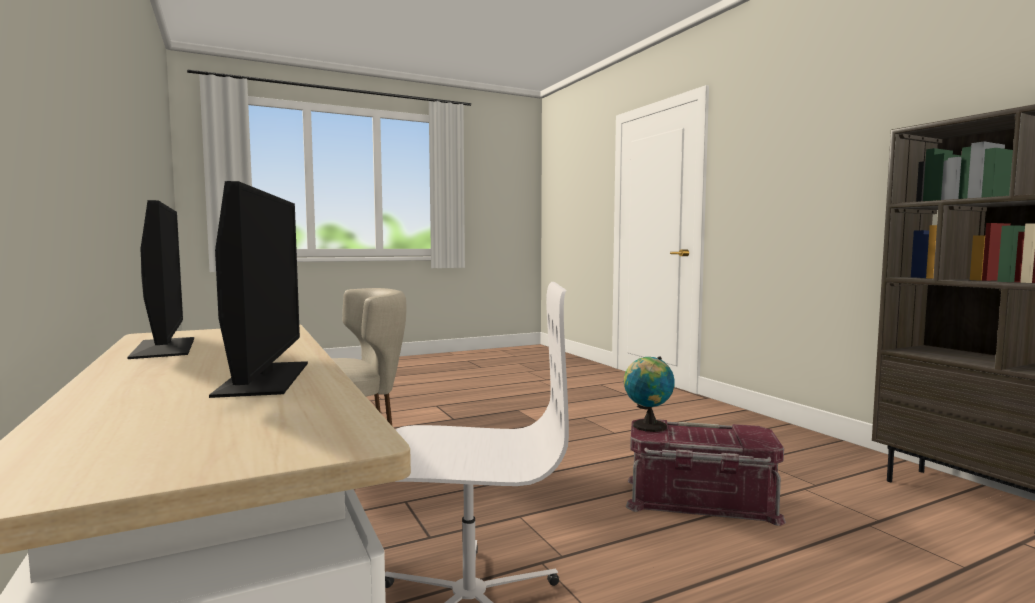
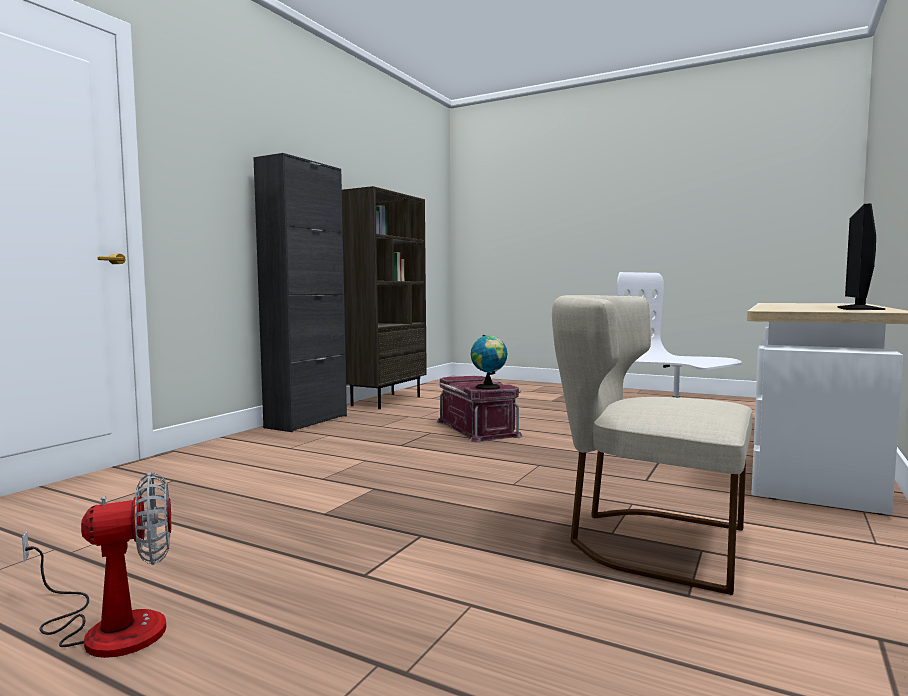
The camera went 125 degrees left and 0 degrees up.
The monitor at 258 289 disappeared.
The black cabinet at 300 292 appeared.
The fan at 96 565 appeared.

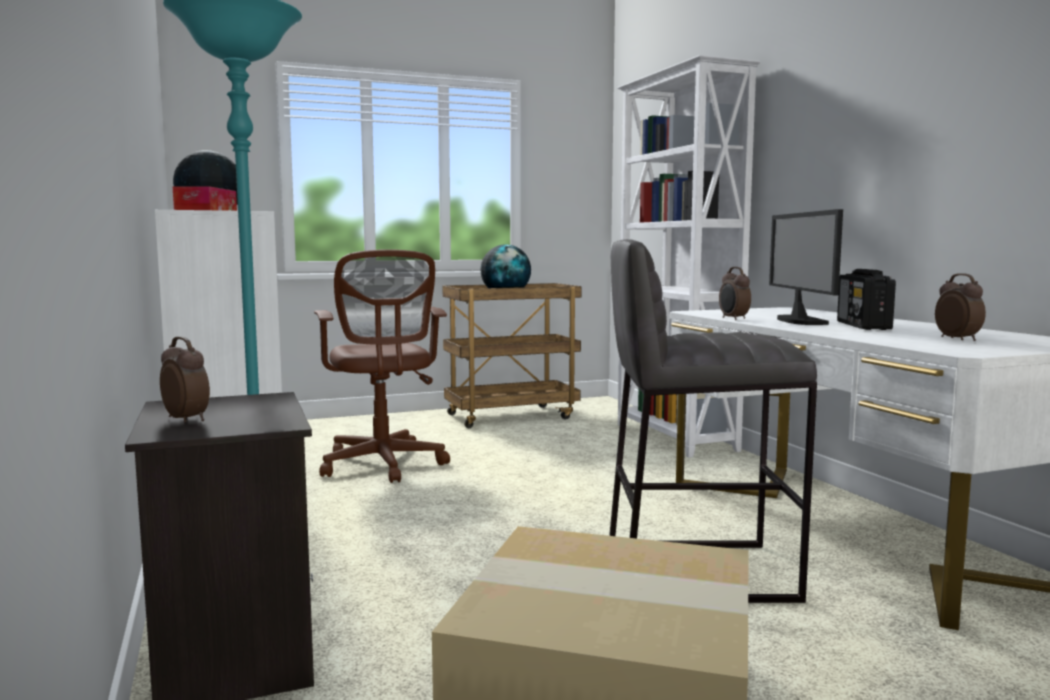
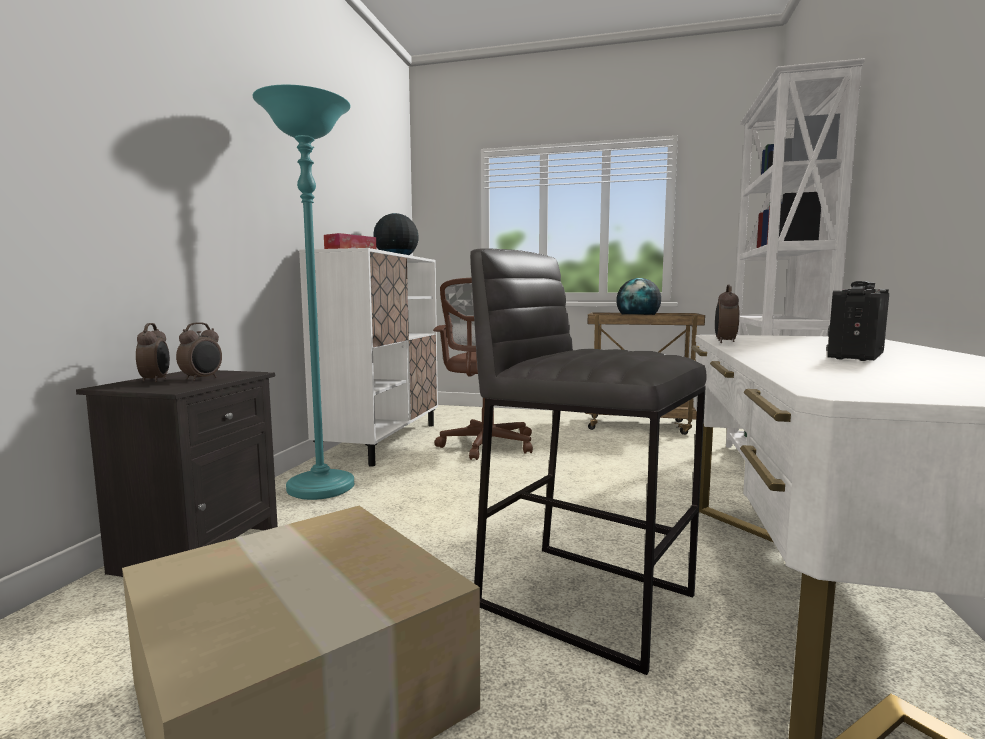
The camera went 35 degrees right and 0 degrees up.
The monitor at 806 267 disappeared.
The alarm clock moved from 960 307 to 199 351.

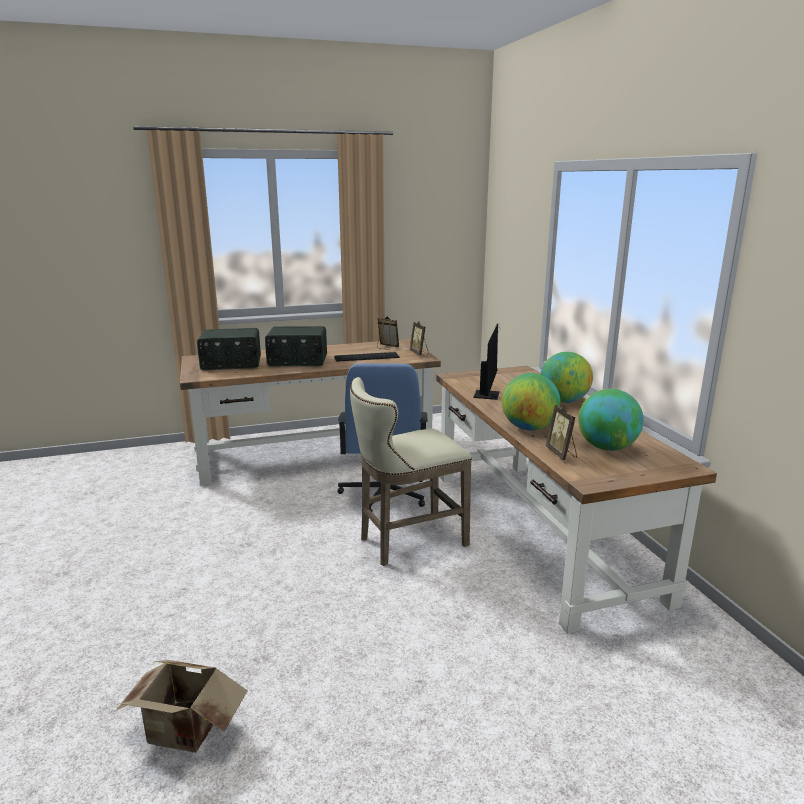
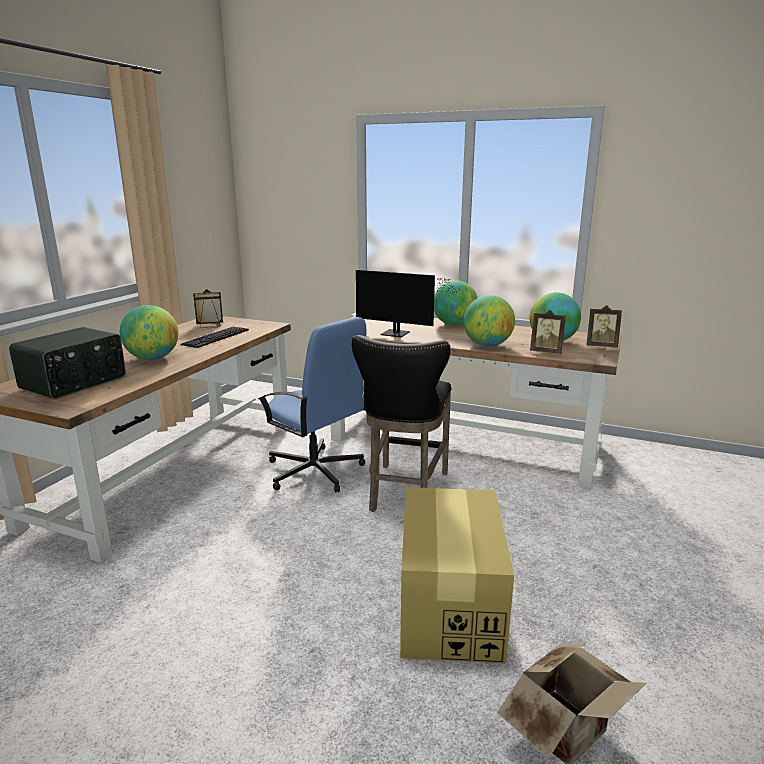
The camera went 50 degrees left and 0 degrees up.
The picture frame moved from 419 338 to 604 326.
The monitor at 486 361 turned 150 degrees clockwise.
The radio at 296 346 was replaced by the globe at 149 332.
The beige stool at 411 471 became the black stool at 402 423.
The cardboard box at 457 575 appeared.

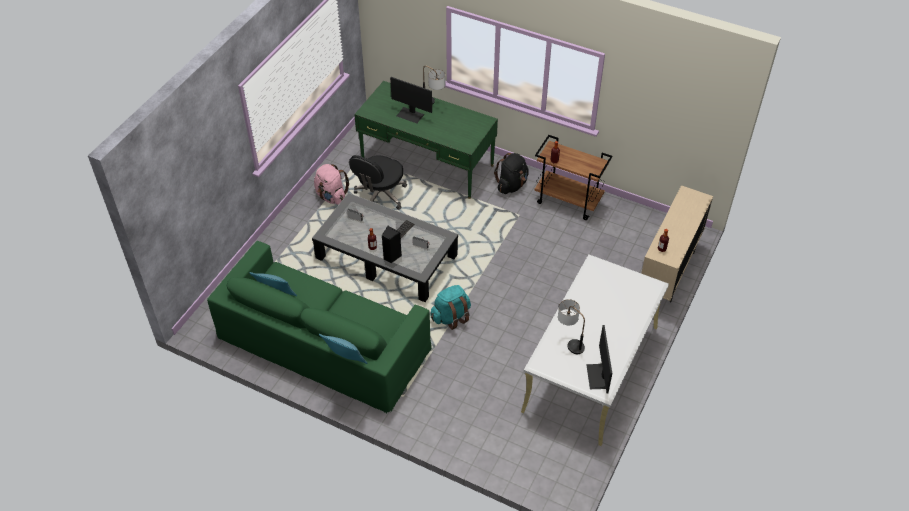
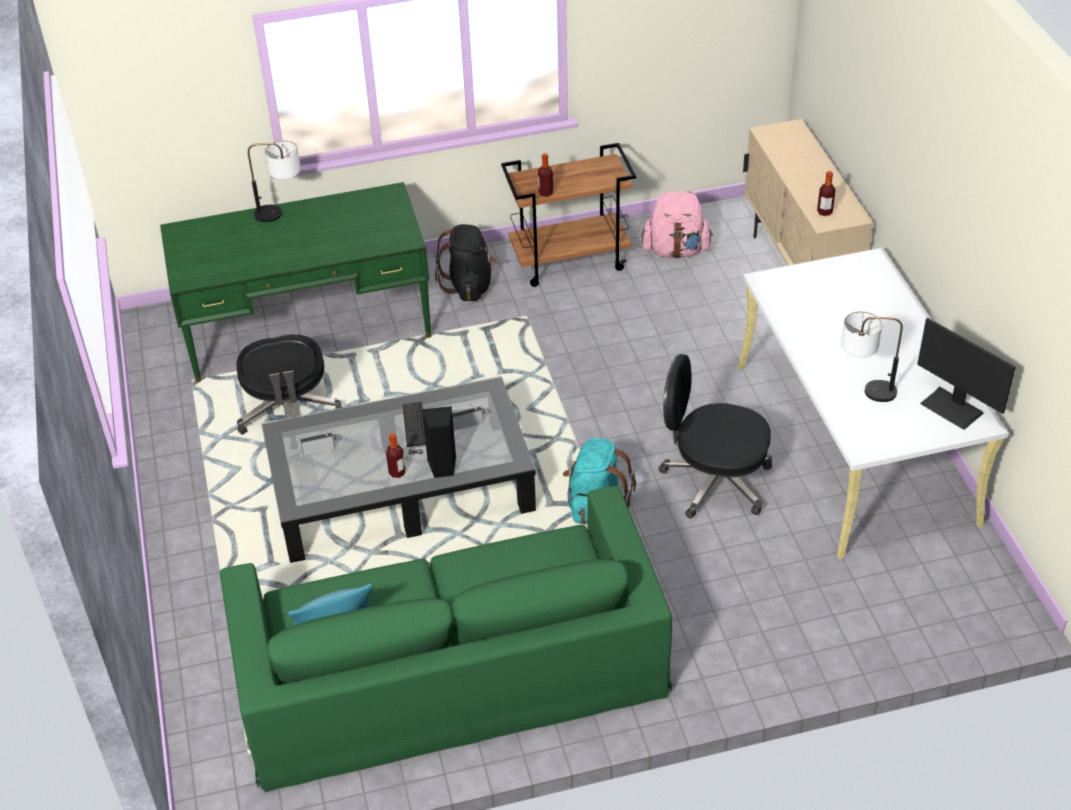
The camera went 40 degrees left and 5 degrees down.
The monitor at 411 100 disappeared.
The pink backpack moved from 331 184 to 677 225.
The turquoise pillow at 343 349 disappeared.
The black office chair at 715 436 appeared.

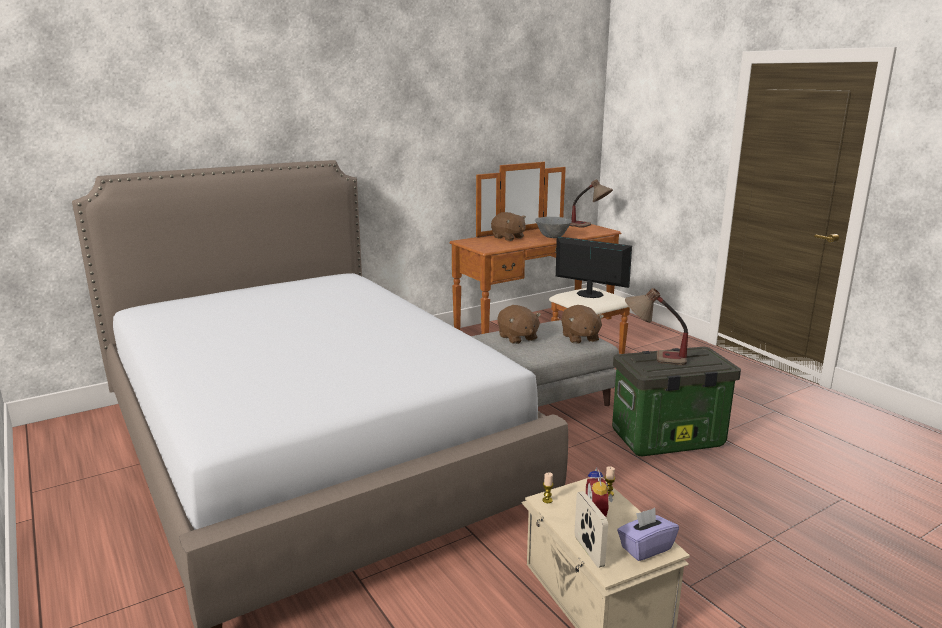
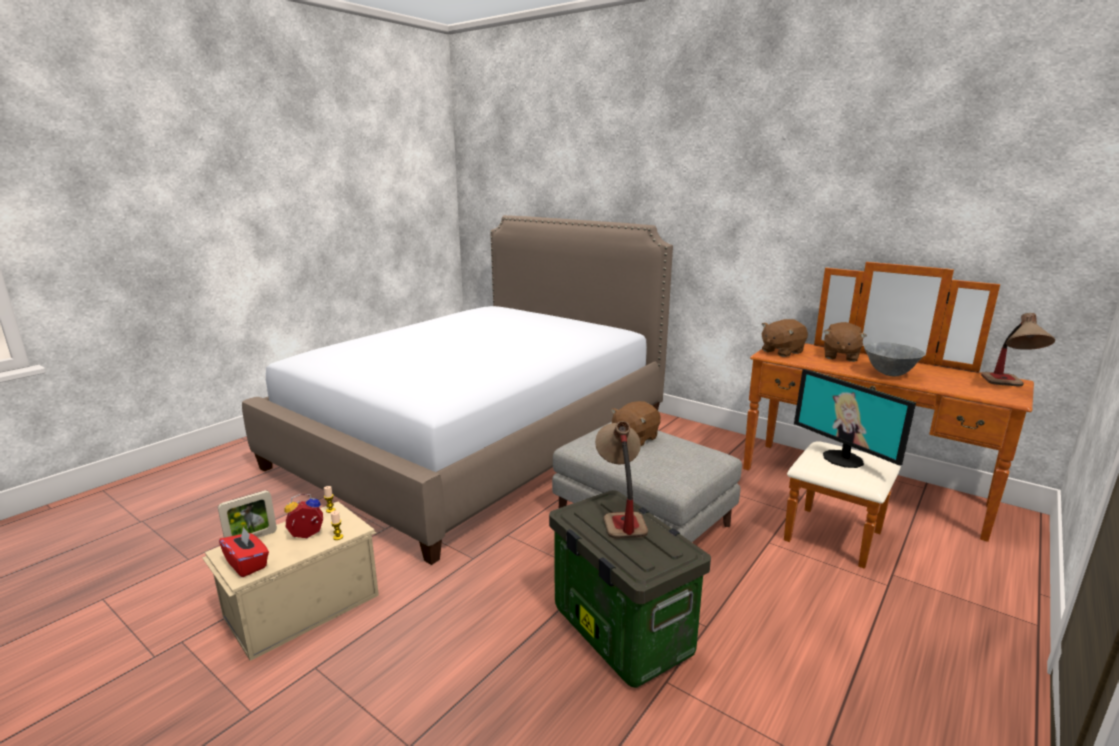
The camera went 70 degrees right and 0 degrees up.
The monitor at 594 267 turned 135 degrees clockwise.
The brown plush toy moved from 582 324 to 785 338.
The purple tissue box at 648 534 became the red tissue box at 244 551.

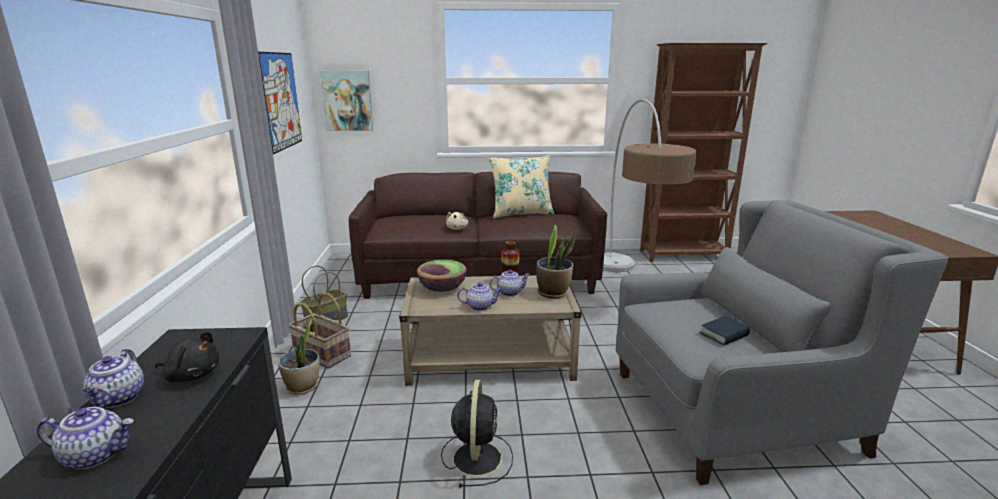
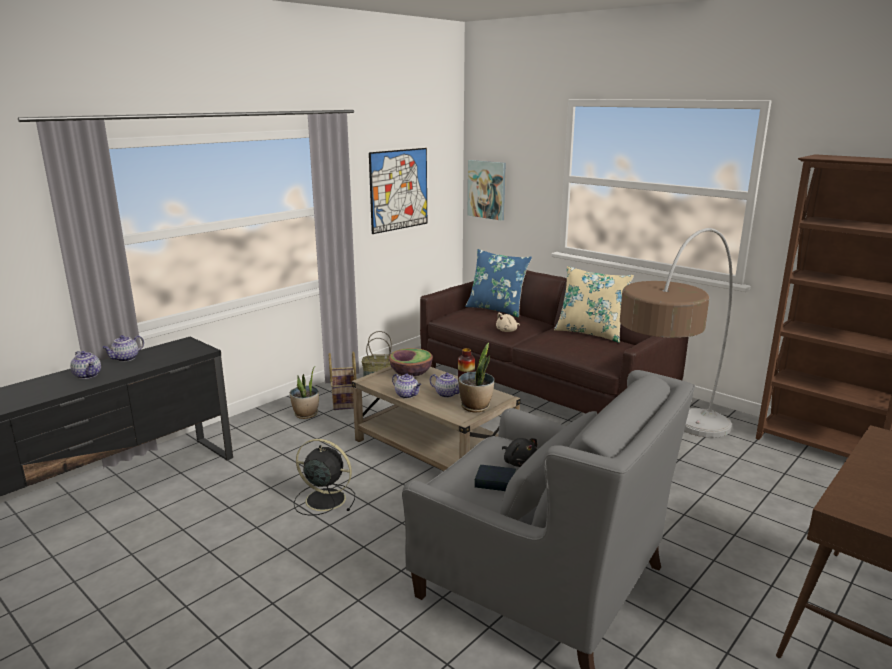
The camera went 45 degrees right and 0 degrees up.
The black plush toy moved from 187 356 to 519 452.
The black fan at 477 434 turned 120 degrees counterclockwise.
The blue pillow at 498 283 appeared.

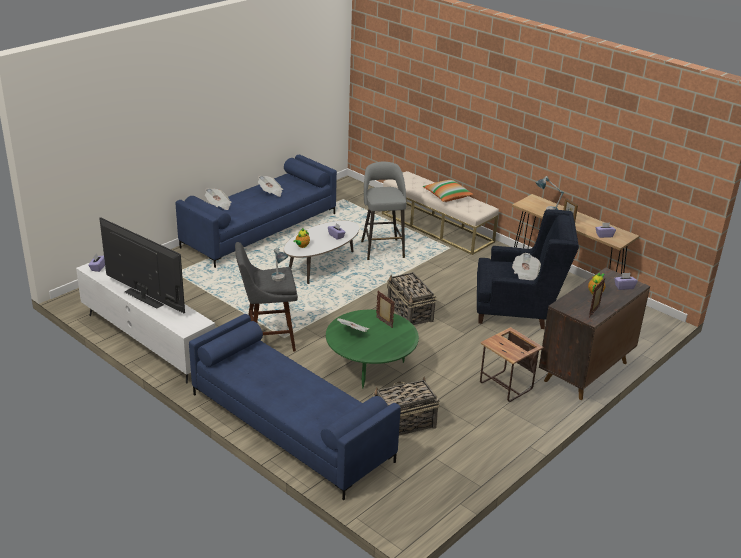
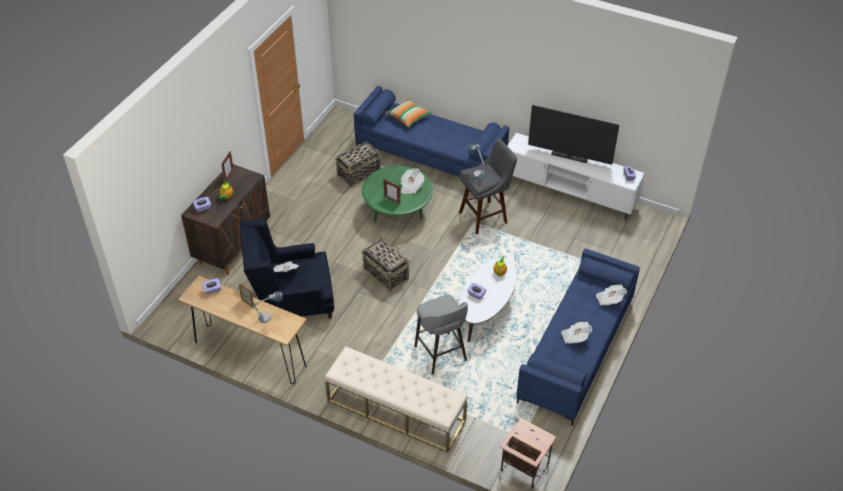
The camera went 165 degrees right and 15 degrees up.
The pillow moved from 448 191 to 408 113.
The side table moved from 511 364 to 528 453.

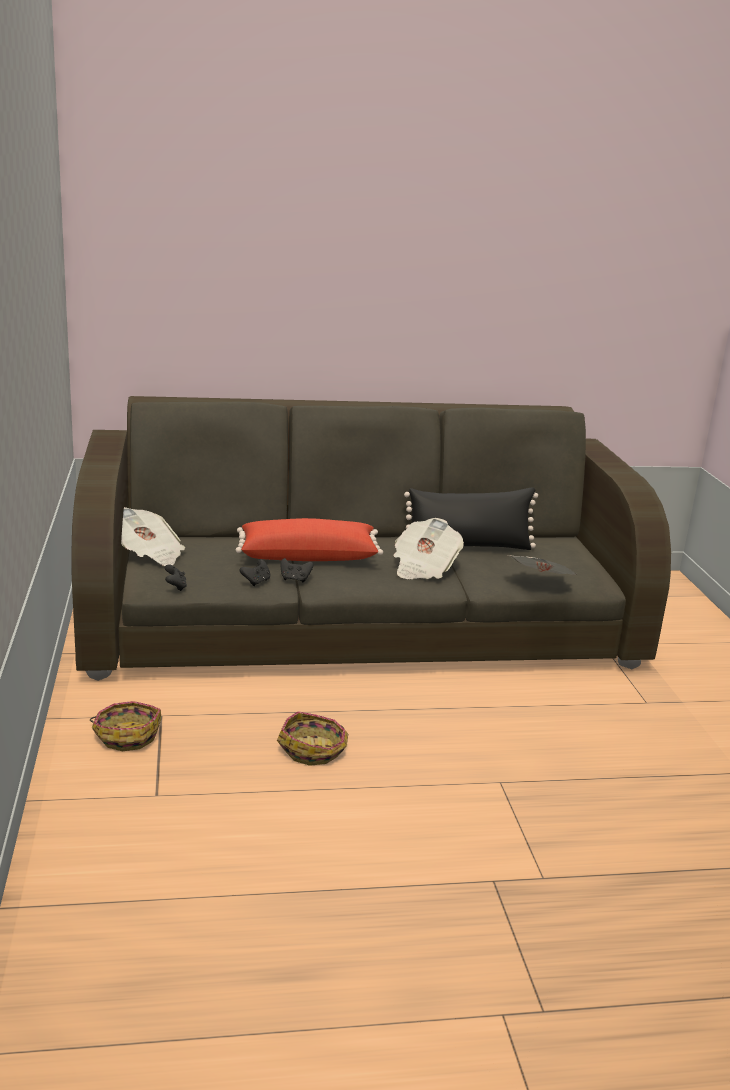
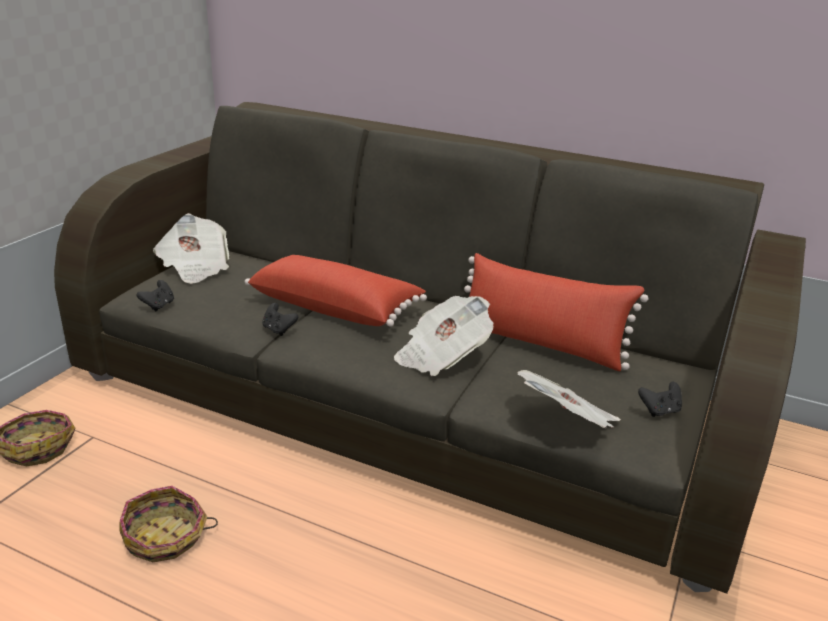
The camera went 35 degrees right and 5 degrees up.
The black pillow at 471 518 became the red pillow at 556 312.
The black game controller moved from 255 572 to 660 399.

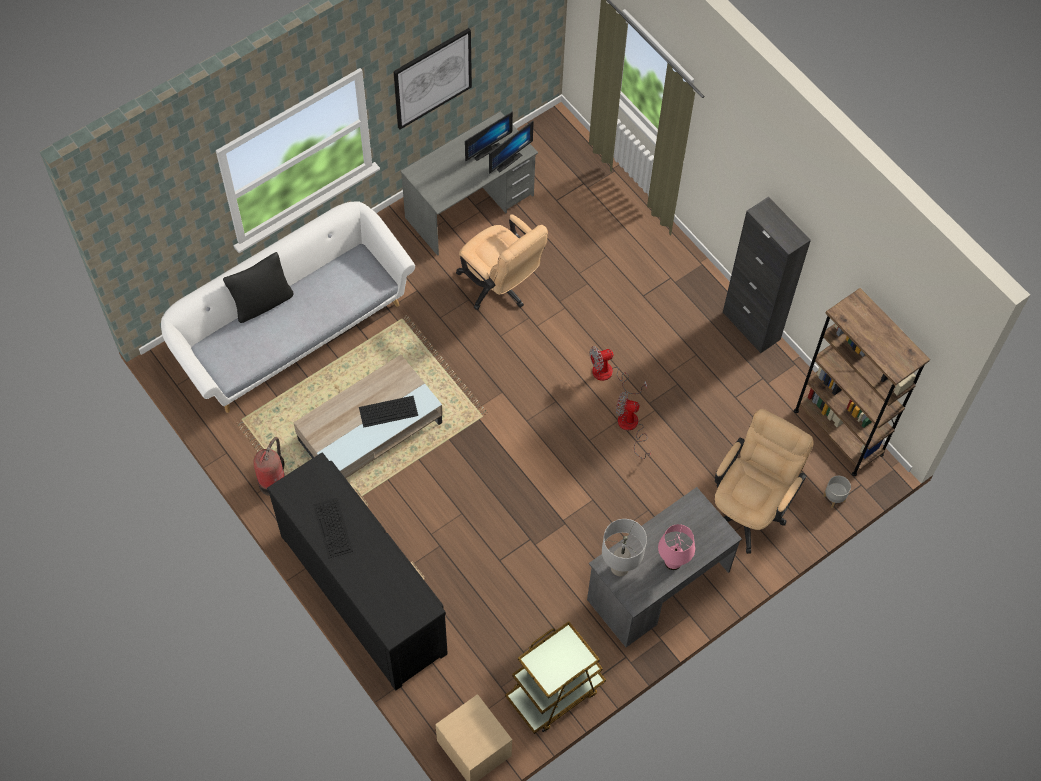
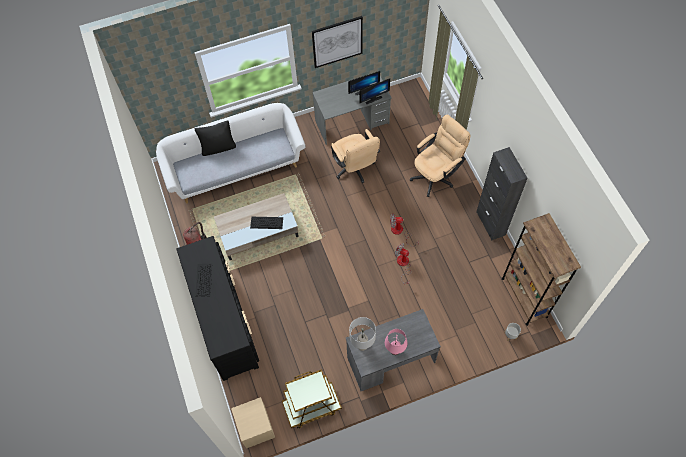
The camera went 20 degrees right and 0 degrees up.
The beige office chair moved from 764 481 to 440 156.

